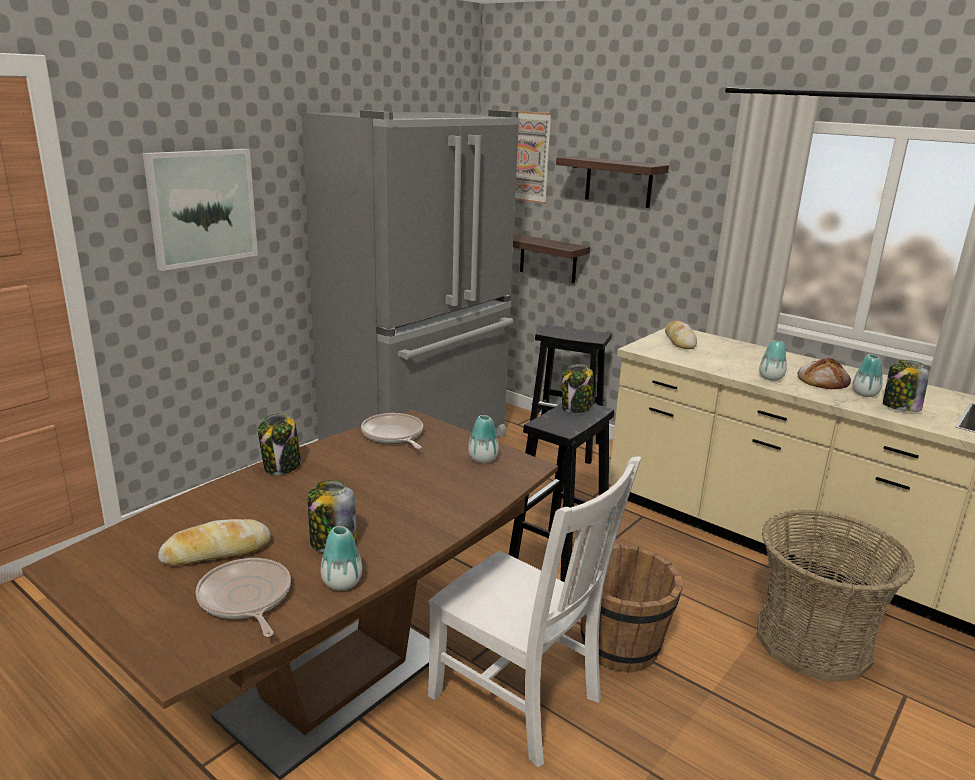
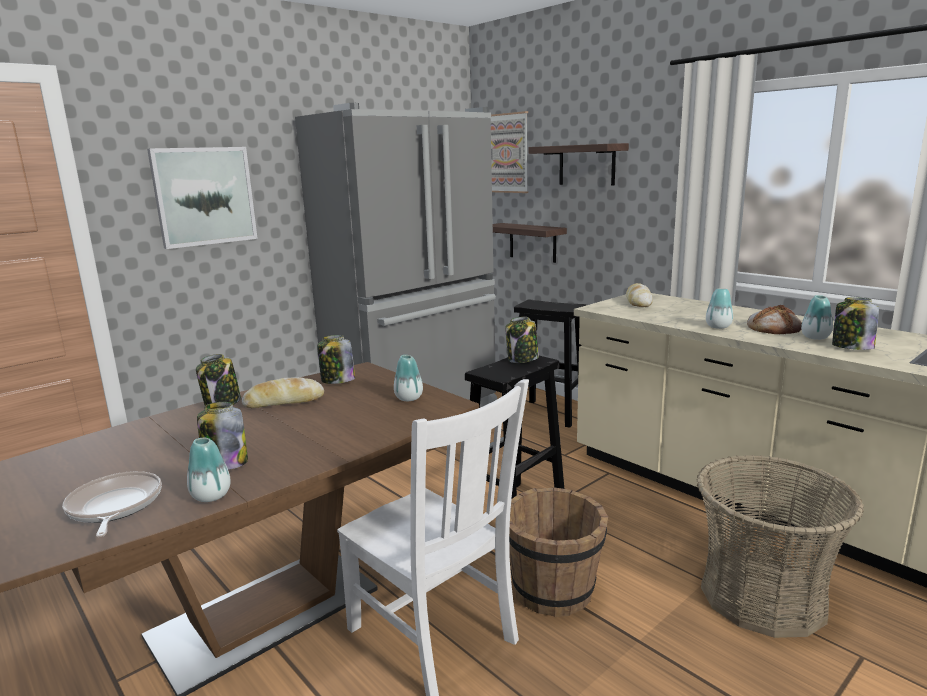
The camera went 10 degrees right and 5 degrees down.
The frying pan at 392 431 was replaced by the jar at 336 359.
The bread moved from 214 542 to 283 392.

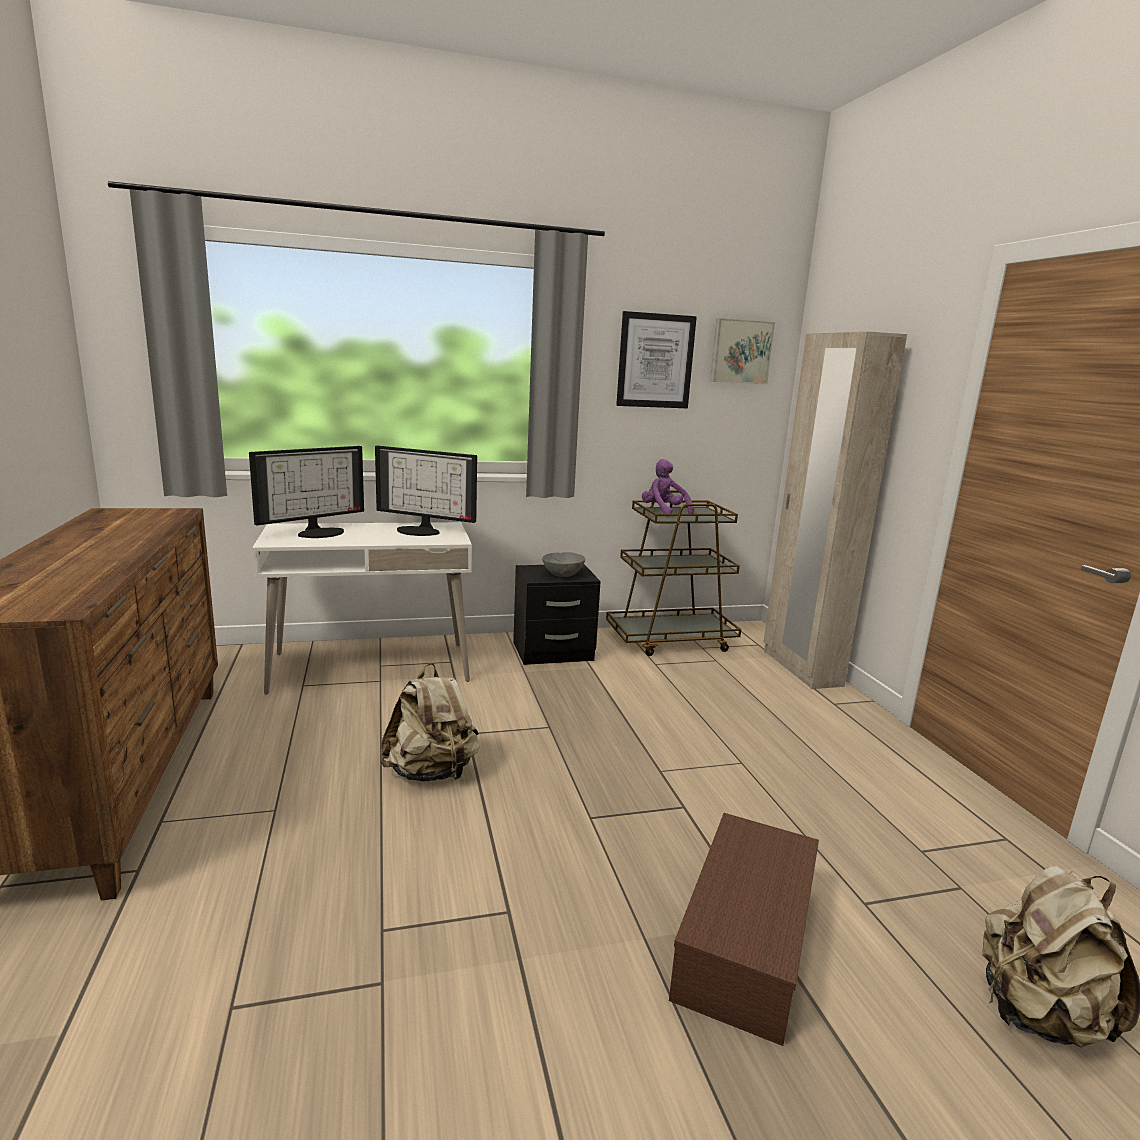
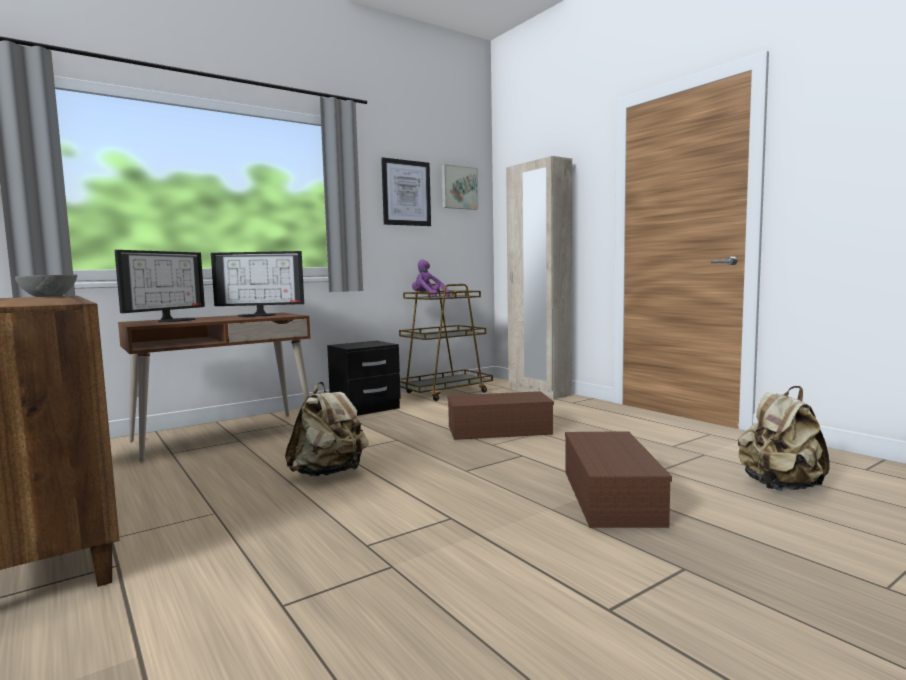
The camera went 20 degrees left and 10 degrees down.
The white desk at 362 608 became the brown desk at 214 387.
The grey bowl moved from 563 564 to 46 286.
The brown storage box at 500 415 appeared.

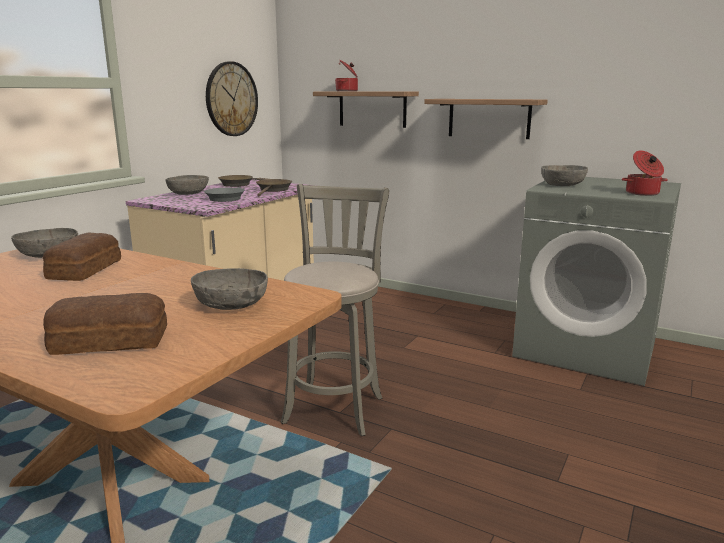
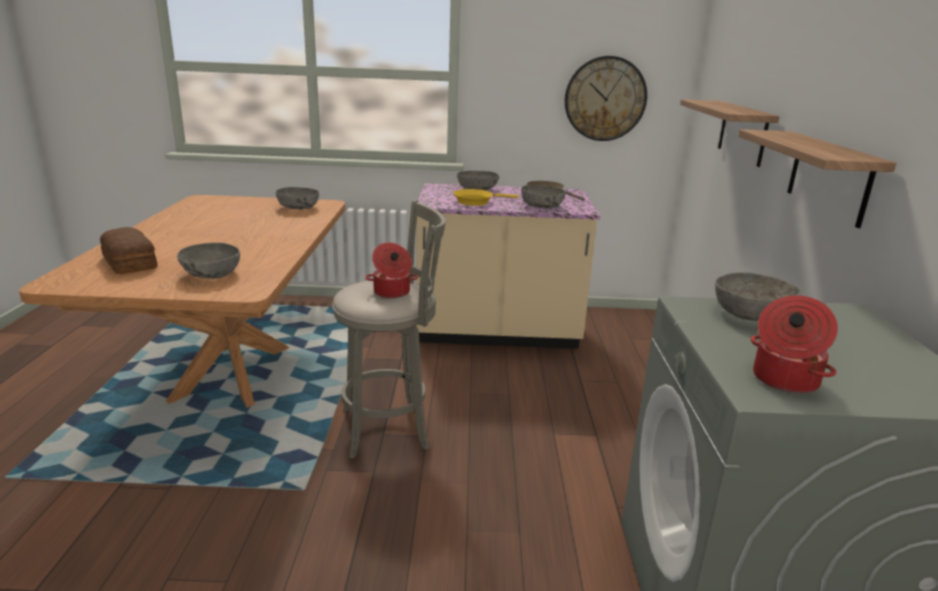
The camera went 60 degrees right and 5 degrees up.
The cooking pot moved from 346 75 to 391 270.
The brown frying pan at 274 187 was replaced by the grey bowl at 543 197.
The grey frying pan at 224 194 became the yellow frying pan at 486 197.
The bread at 82 257 disappeared.

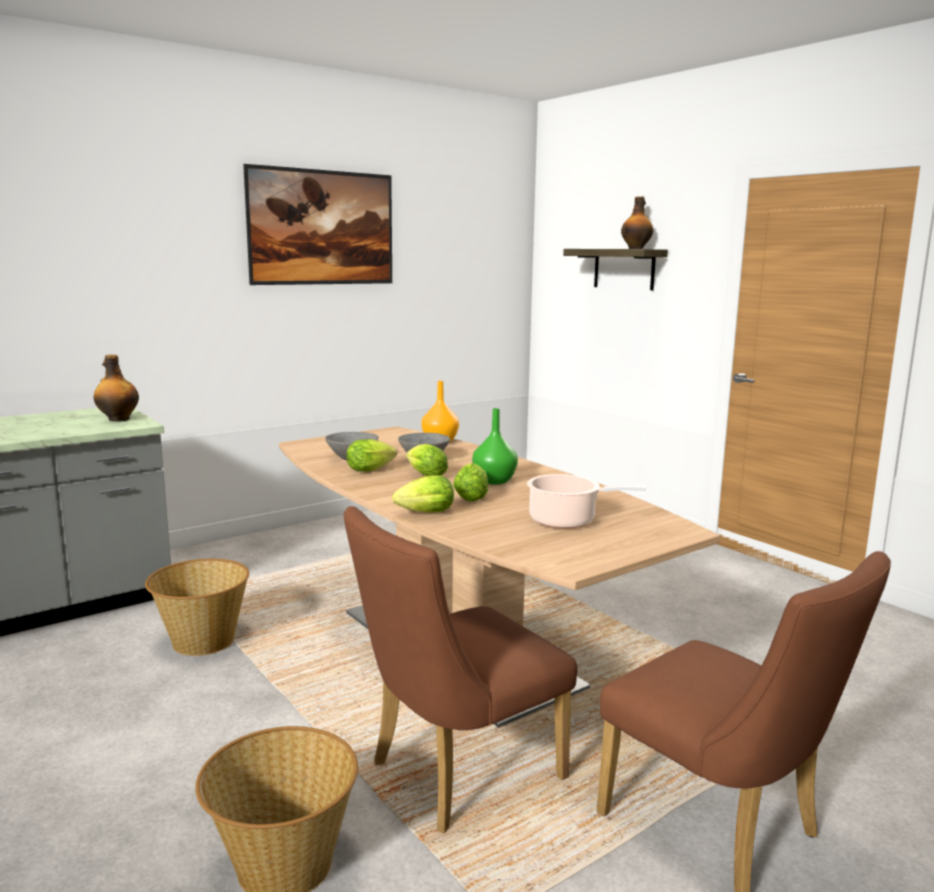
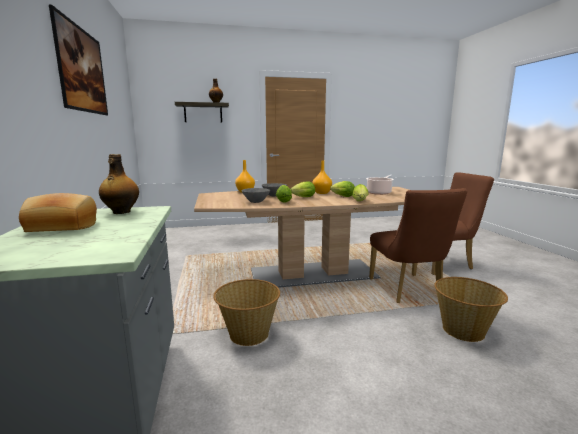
The camera went 65 degrees left and 0 degrees up.
The green vase at 495 446 became the orange vase at 322 177.
The bread at 58 212 appeared.

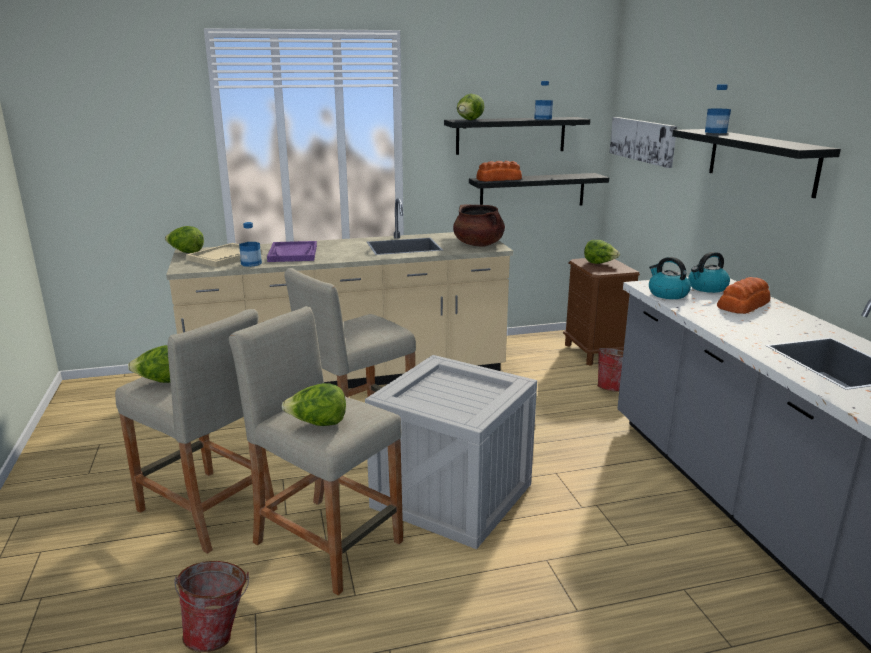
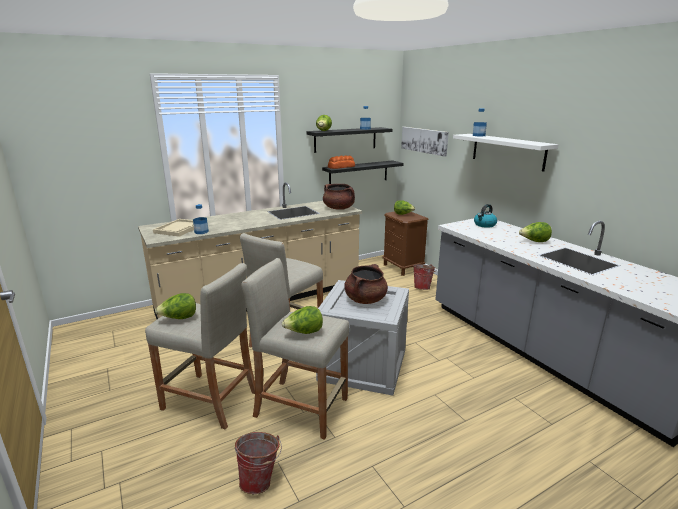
The camera went 15 degrees left and 0 degrees up.
The black shelf at 756 163 became the white shelf at 506 153.
The lettuce moved from 184 239 to 535 232.
The purple tray at 292 251 disappeared.
The kettle at 670 278 disappeared.
The bread at 743 295 disappeared.
The brown cooking pot at 366 284 appeared.

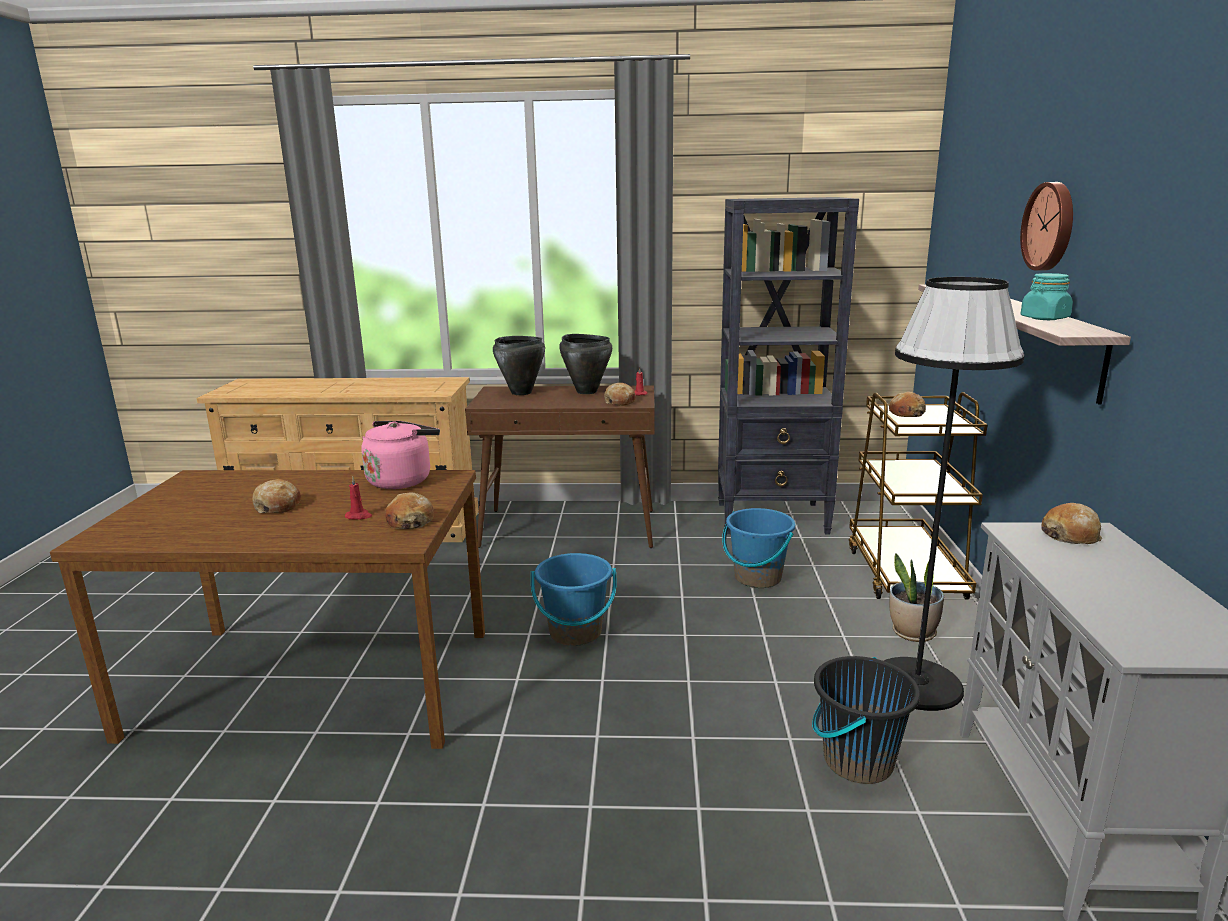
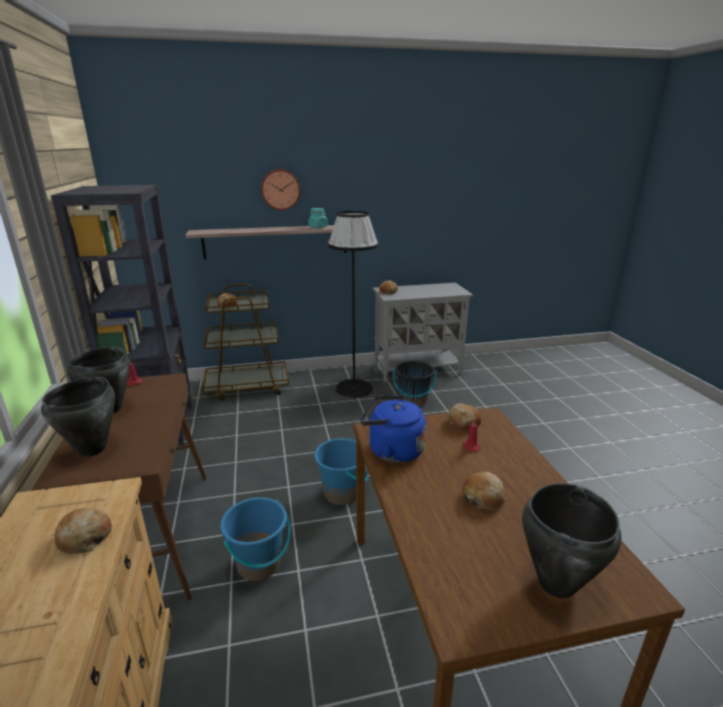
The camera went 105 degrees left and 5 degrees up.
The bread moved from 620 394 to 83 531.
The pink kettle at 400 455 became the blue kettle at 393 429.
The blue bucket moved from 758 548 to 255 539.
The potted plant at 916 598 disappeared.
The black cooking pot at 571 540 appeared.

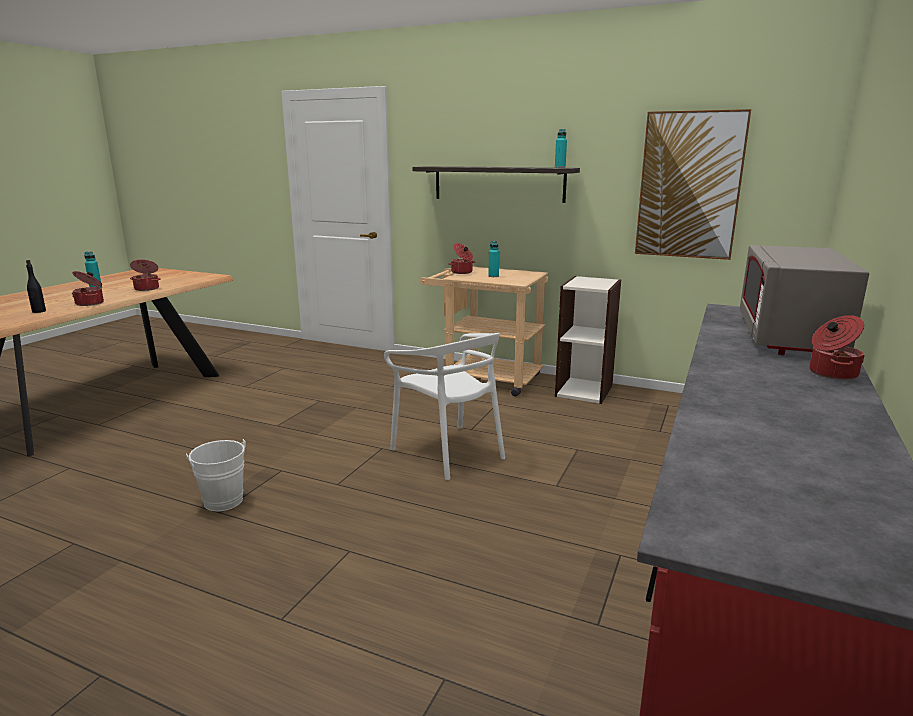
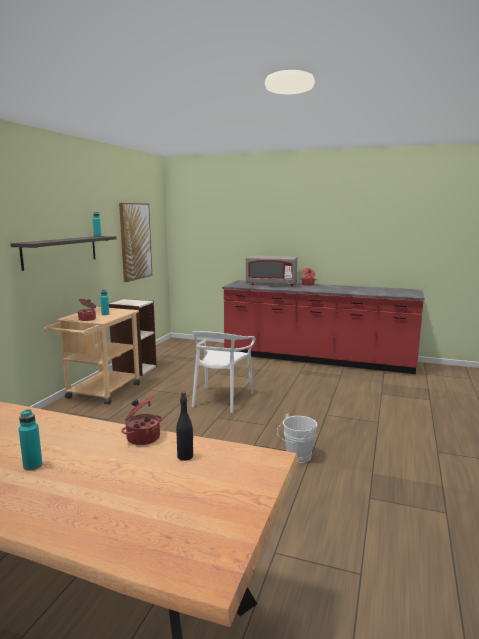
The camera went 95 degrees left and 5 degrees down.
The cooking pot at 145 275 disappeared.
The white chair at 444 406 turned 150 degrees clockwise.

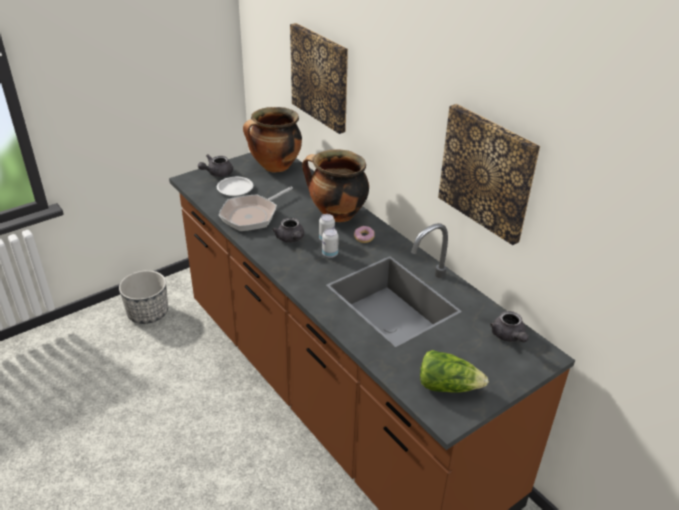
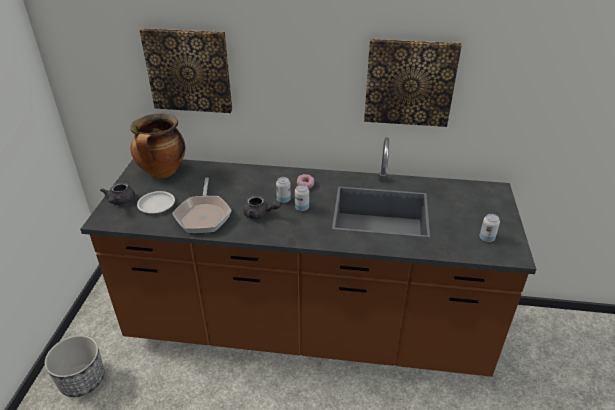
The camera went 45 degrees left and 0 degrees up.
The cooking pot at 335 185 disappeared.
The grey teapot at 509 326 disappeared.
The lettuce at 454 371 was replaced by the can at 489 228.

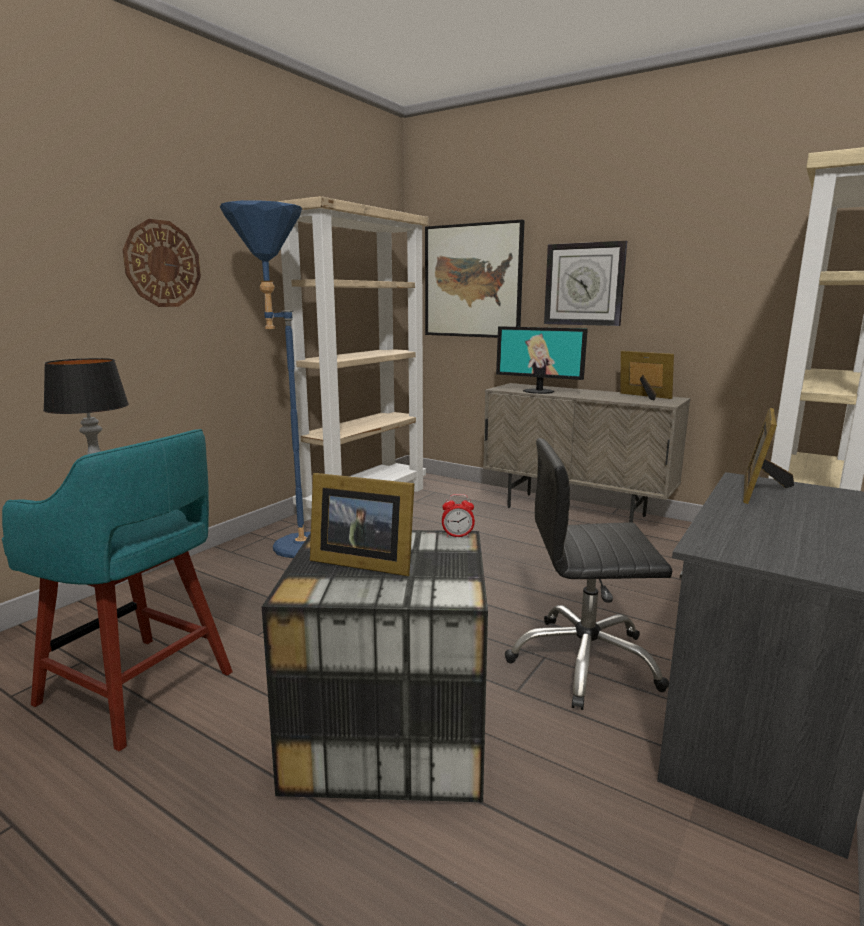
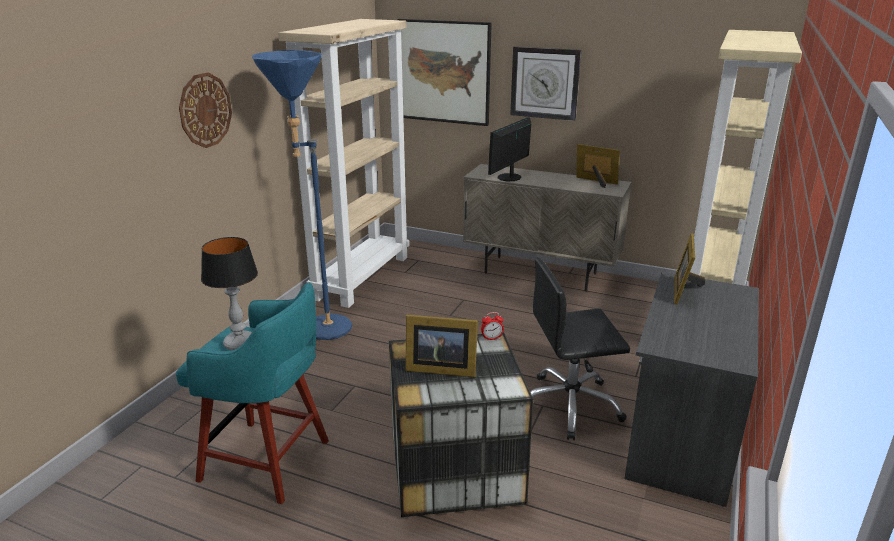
The camera went 10 degrees left and 10 degrees up.
The monitor at 542 360 turned 105 degrees clockwise.

